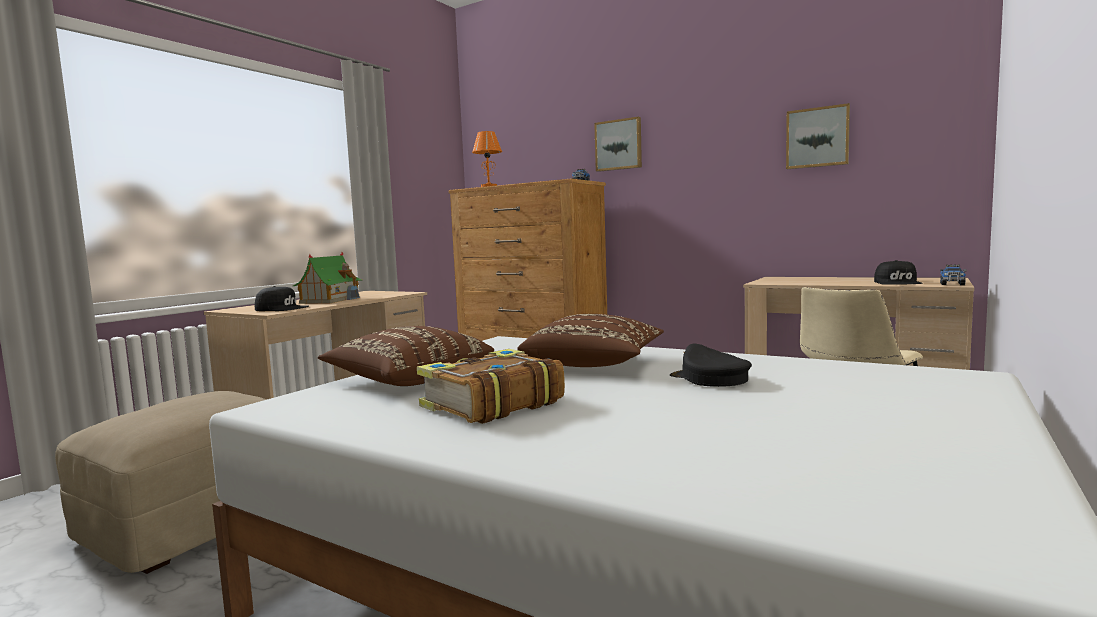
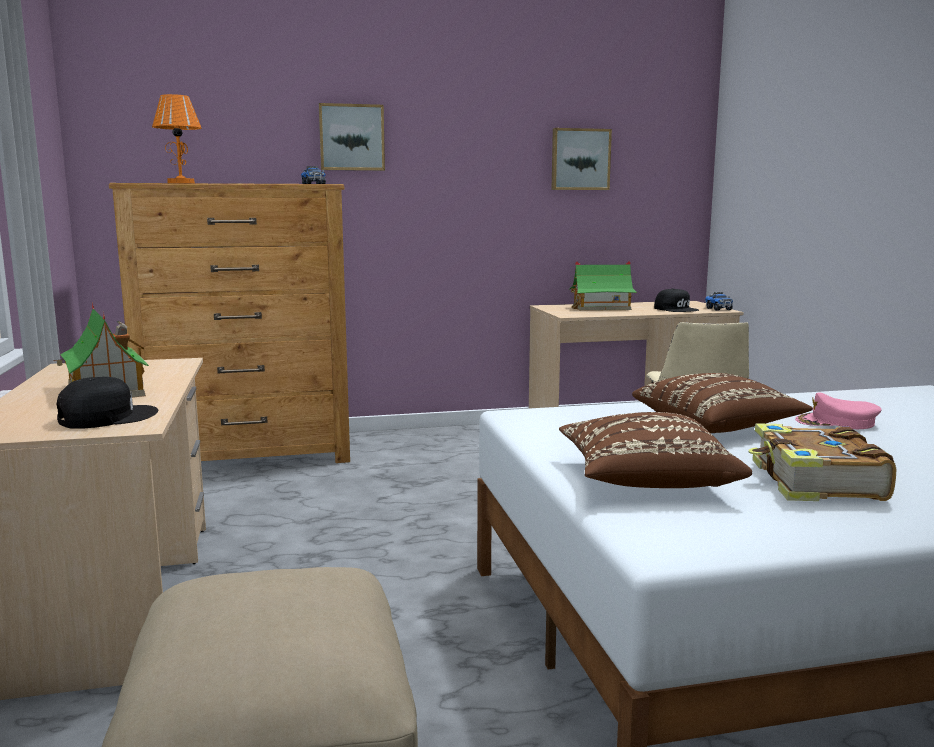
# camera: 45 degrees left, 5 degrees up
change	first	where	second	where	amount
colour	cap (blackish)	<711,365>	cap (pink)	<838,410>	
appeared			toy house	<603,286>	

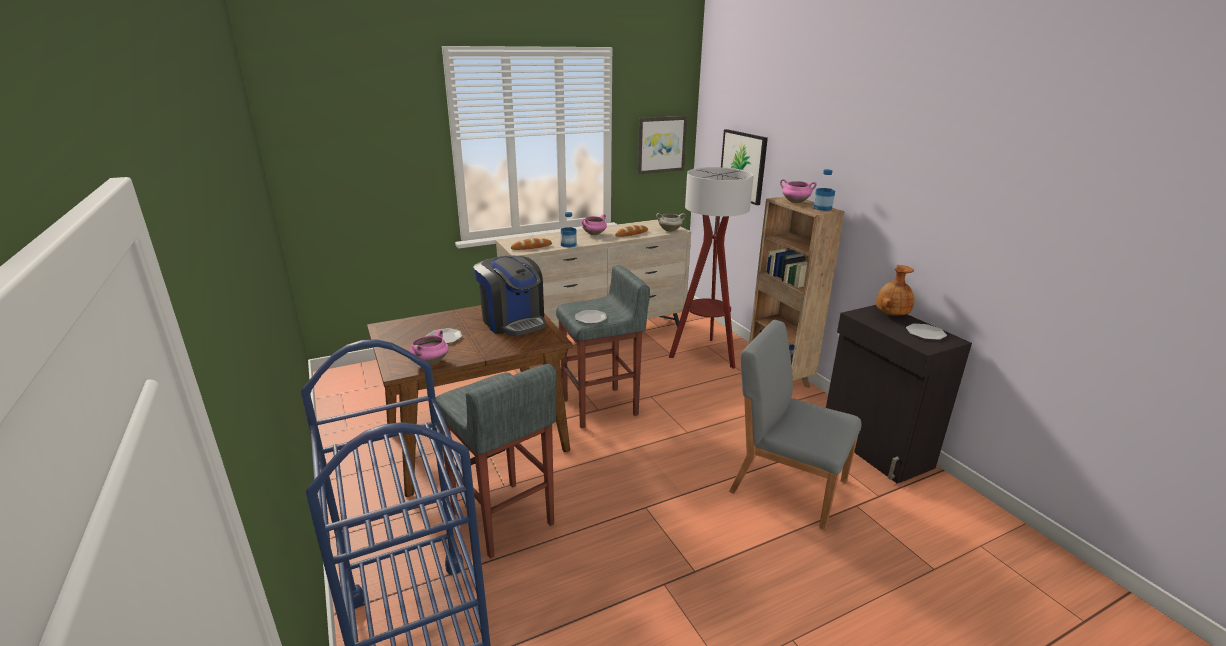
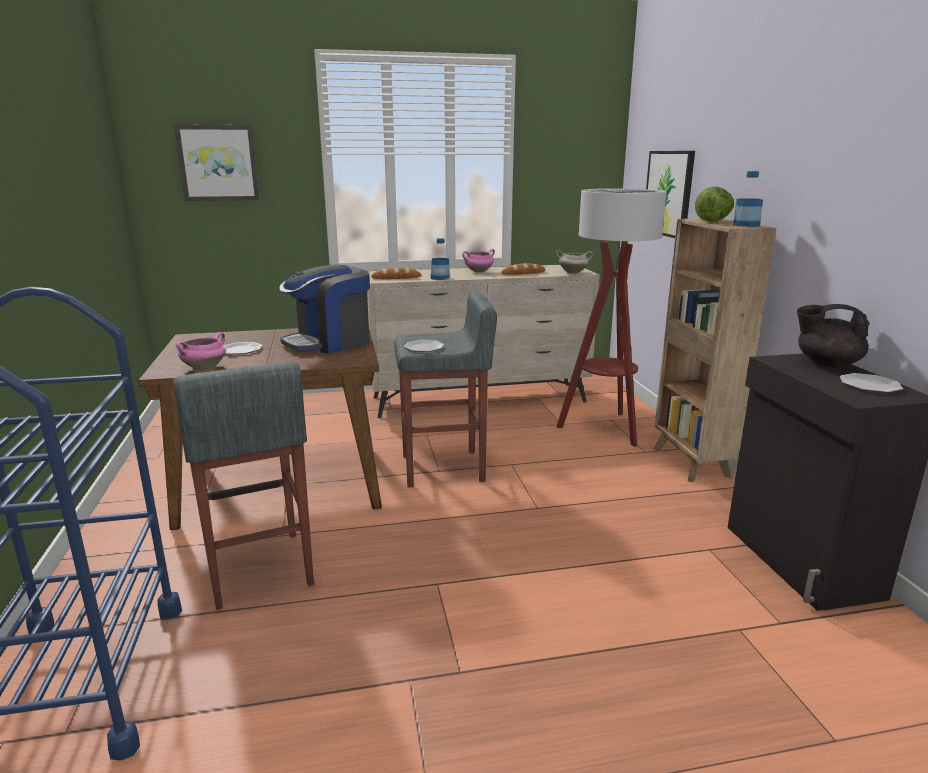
# camera: 15 degrees right, 5 degrees down
change	first	where	second	where	amount
relocated	picture	<662,145>		<217,162>	
exchanged	stockpot (pink)	<798,191>	lettuce head	<714,204>	
spun	coffee brewer	<509,296>		<324,309>	75 degrees clockwise
exchanged	flower vase (brown-coloured)	<895,290>	teapot (blackish)	<833,336>	
missing	chair (greyish)	<795,425>			

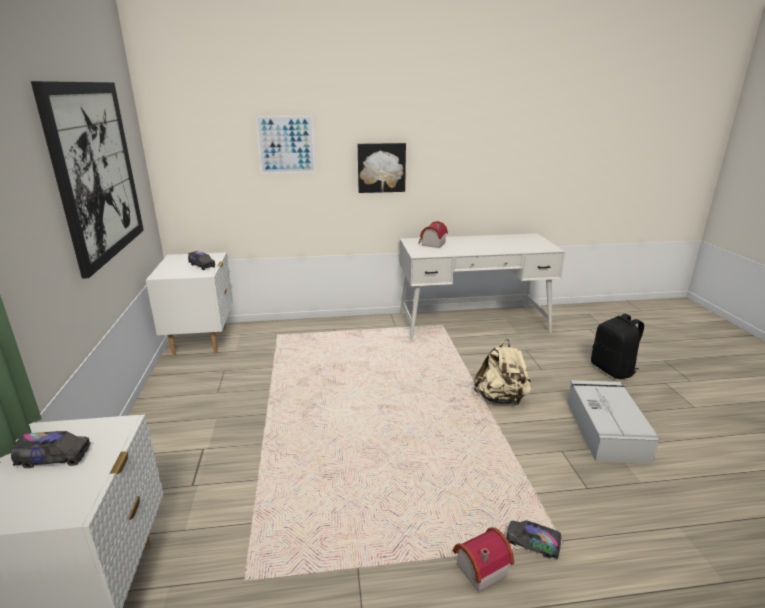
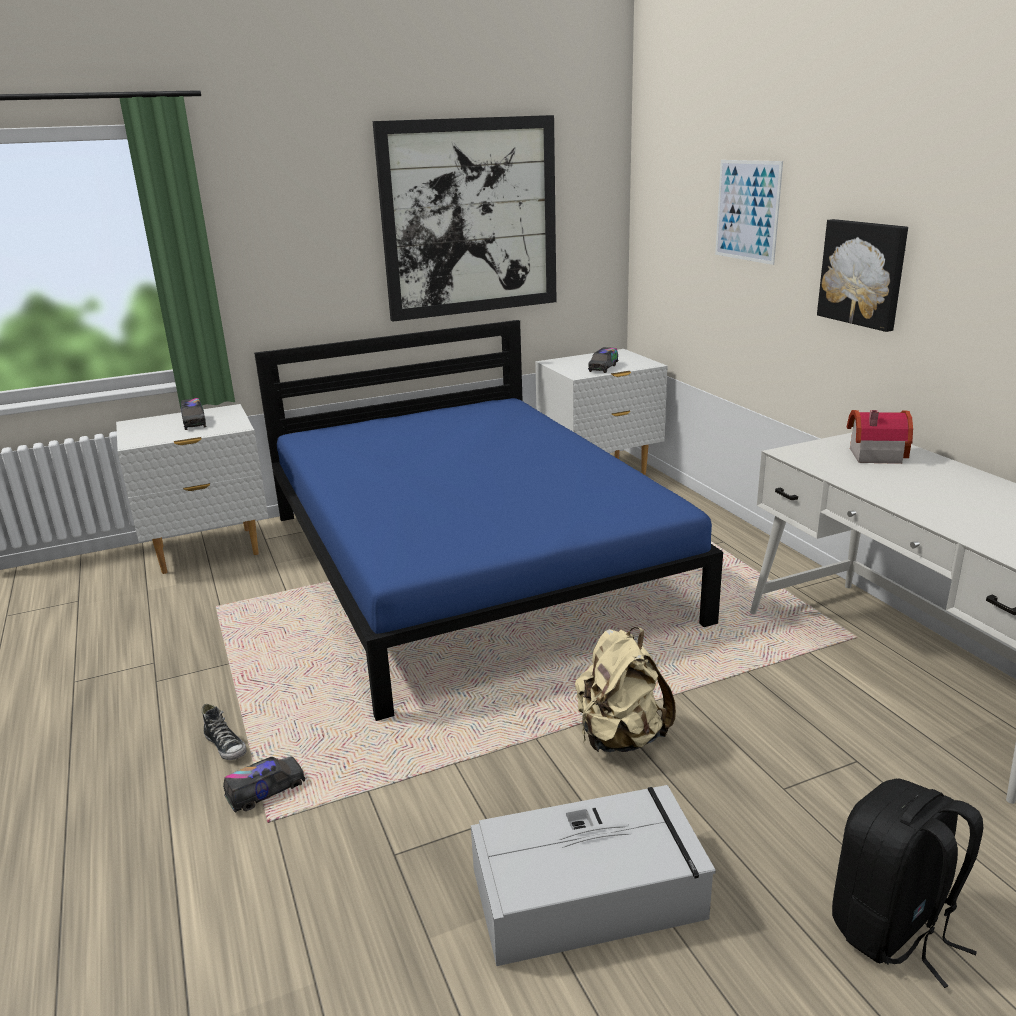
# camera: 75 degrees right, 0 degrees up
change	first	where	second	where	amount
spun	model truck	<533,539>		<264,784>	45 degrees clockwise
exchanged	toy house	<483,560>	item of footwear	<224,732>	
appeared			bedroom bed (bluish)	<488,520>	

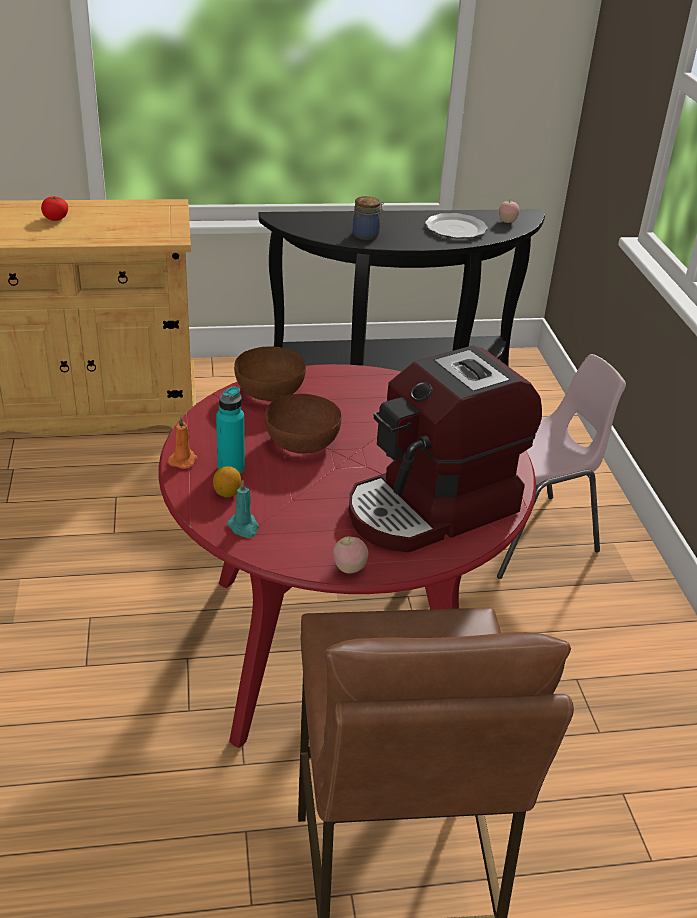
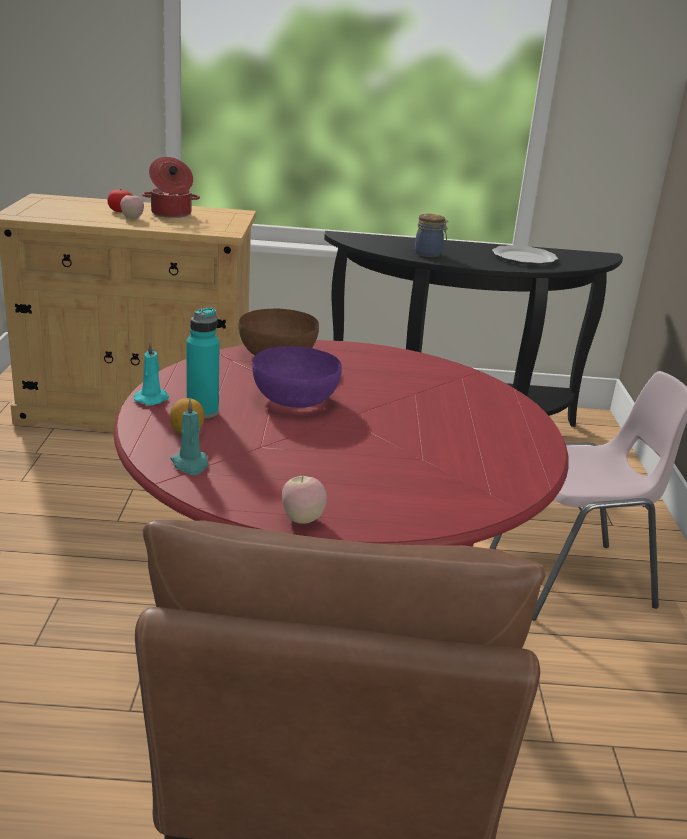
# camera: 10 degrees right, 10 degrees down
change	first	where	second	where	amount
relocated	apple fruit	<509,212>		<132,207>	
missing	coffee brewer	<445,449>			
colour	deep dish (brown-coloured)	<303,424>	deep dish (purplish)	<297,377>	
colour	candle (orange-coloured)	<183,442>	candle (turquoise-coloured)	<151,373>	
appeared			stockpot	<171,187>	

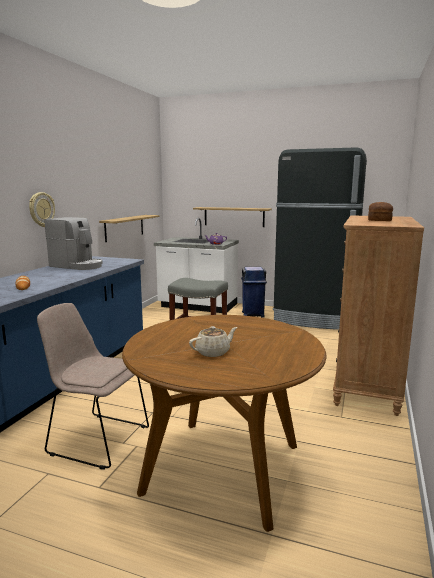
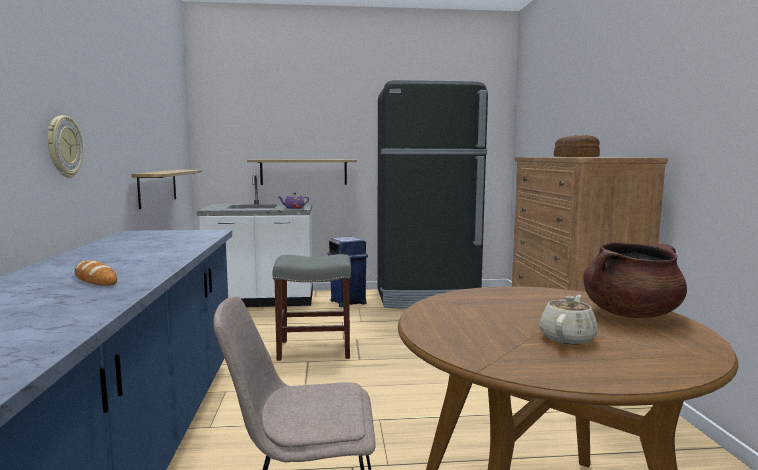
# camera: 25 degrees left, 5 degrees down
change	first	where	second	where	amount
missing	coffee brewer	<73,243>			
appeared			stockpot (brown-coloured)	<635,280>	

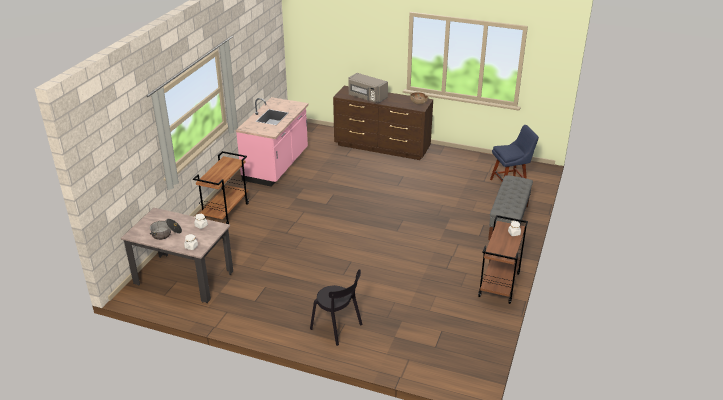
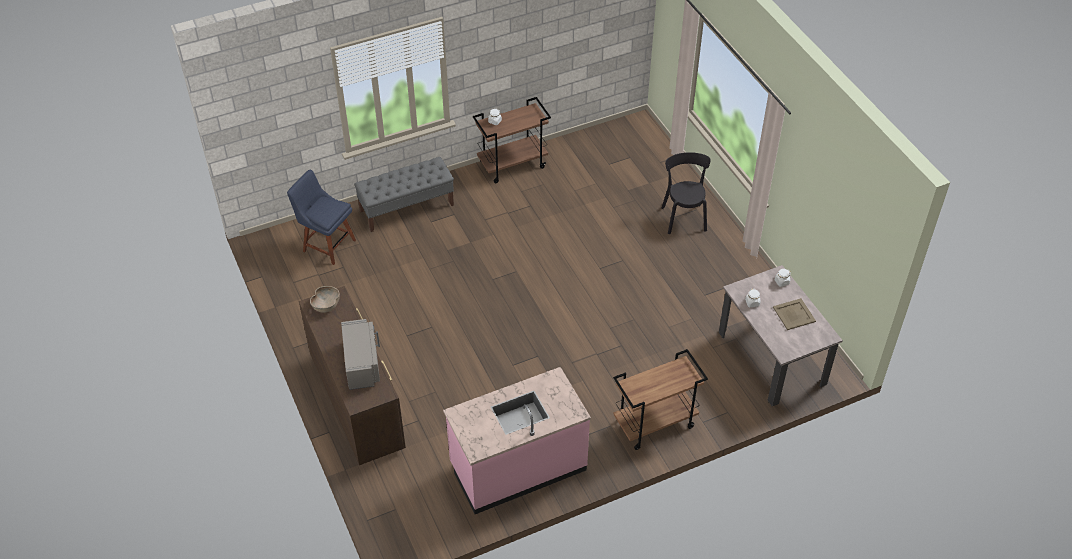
# camera: 135 degrees left, 15 degrees up
change	first	where	second	where	amount
exchanged	stockpot	<166,229>	serving tray (beige)	<794,314>	

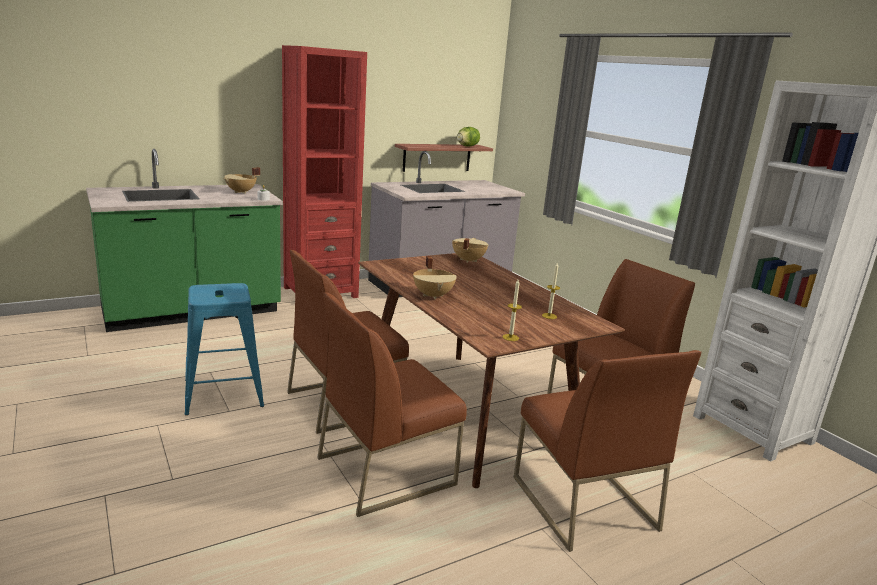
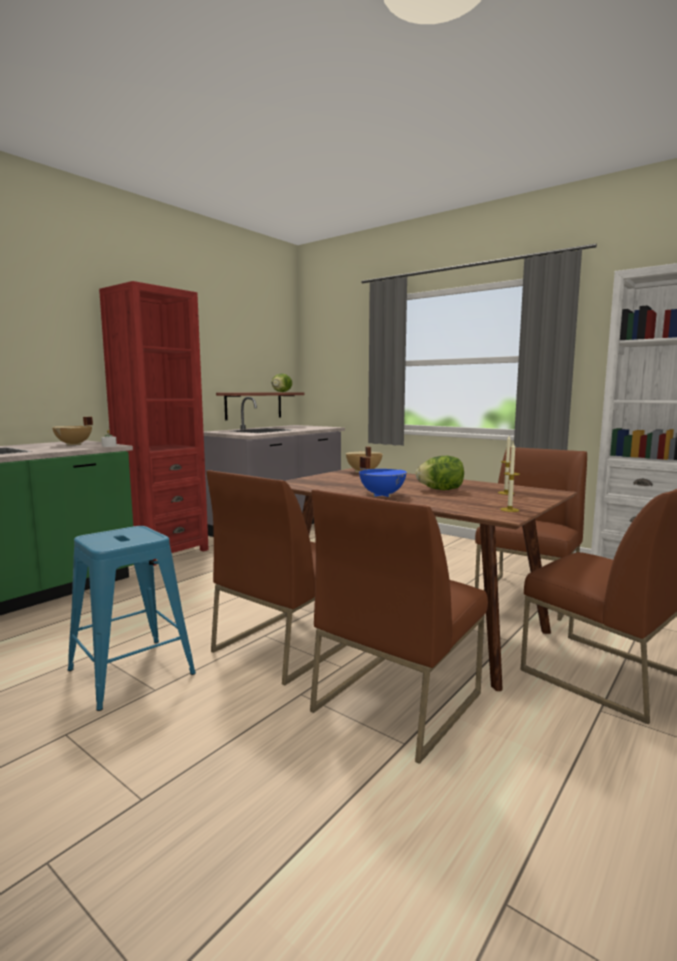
# camera: 20 degrees left, 10 degrees down
change	first	where	second	where	amount
colour	stockpot (beige)	<435,278>	stockpot (bluish)	<383,476>	
appeared			lettuce head	<440,473>	

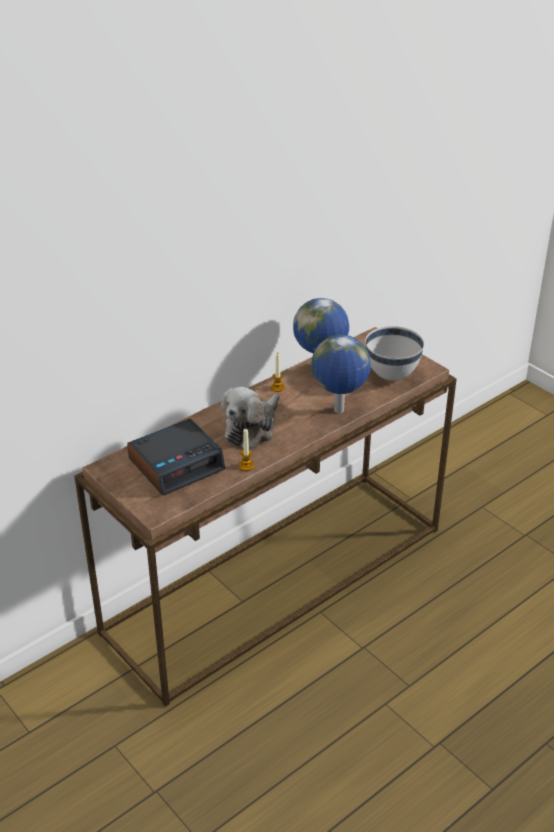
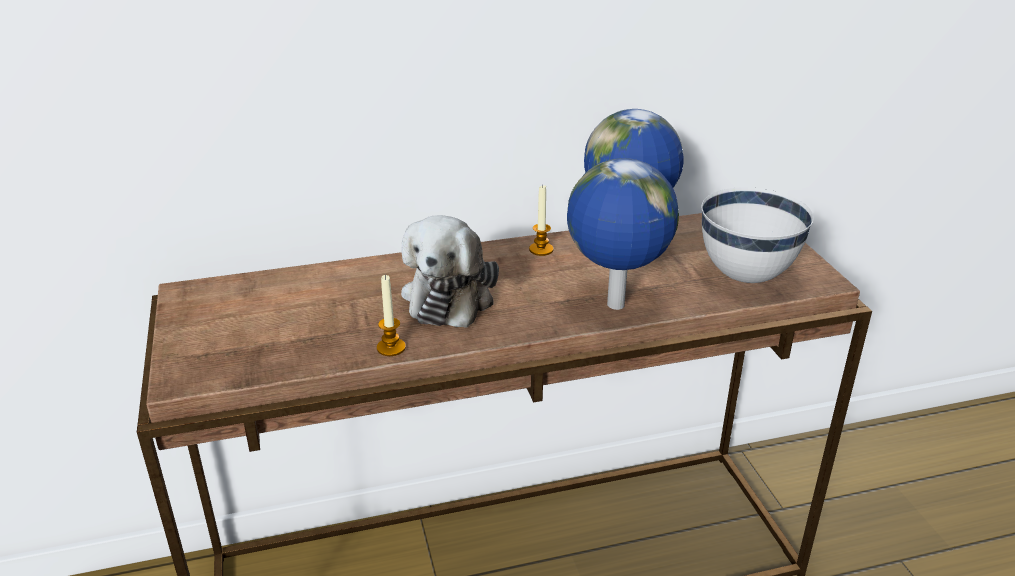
# camera: 25 degrees right, 5 degrees down
change	first	where	second	where	amount
spun	cuddly toy	<250,418>		<450,271>	45 degrees counterclockwise
missing	bedside clock	<176,457>			

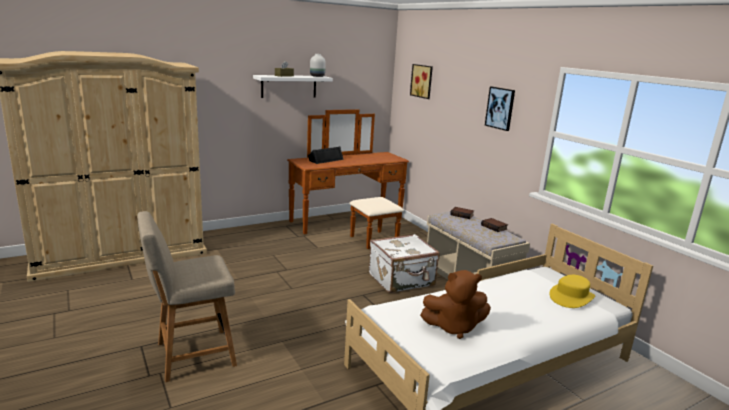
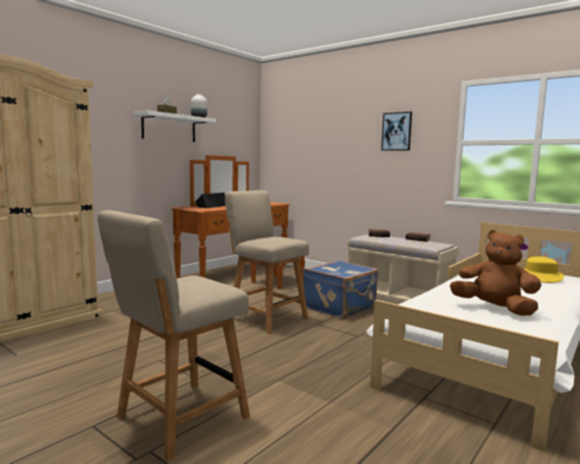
# camera: 20 degrees left, 10 degrees down
change	first	where	second	where	amount
missing	picture	<421,81>			
colour	piece of luggage (white)	<404,263>	piece of luggage (bluish)	<340,289>	
spun	cuddly toy (brown-coloured)	<455,304>		<496,273>	120 degrees counterclockwise
appeared			chair (beige)	<267,262>	

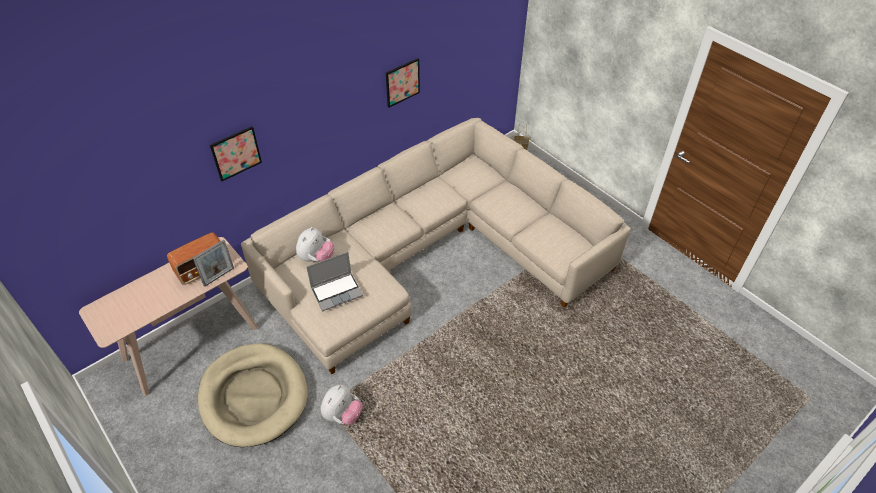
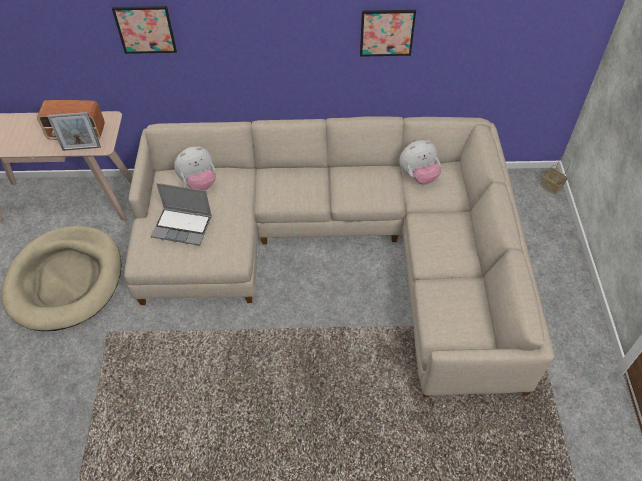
# camera: 40 degrees right, 5 degrees up
change	first	where	second	where	amount
relocated	cuddly toy	<342,404>		<420,162>	

